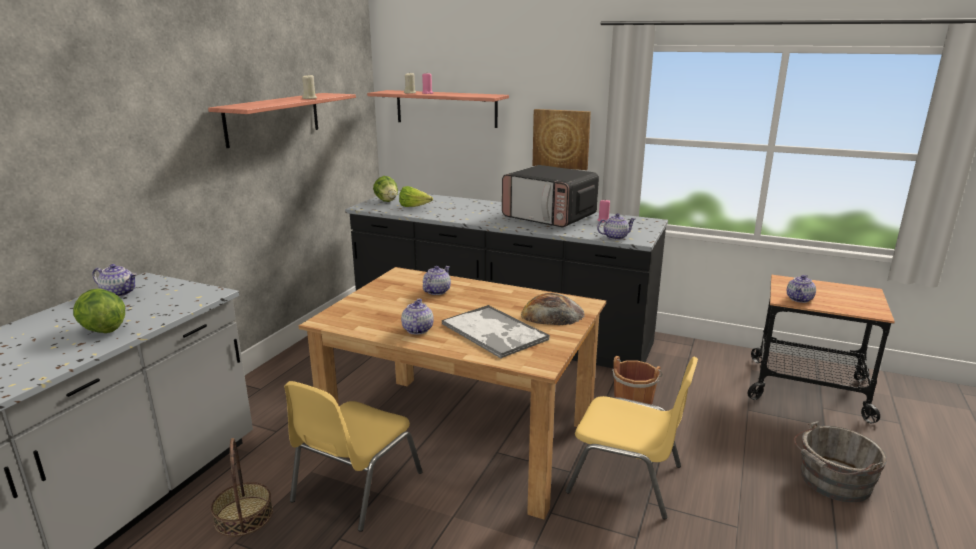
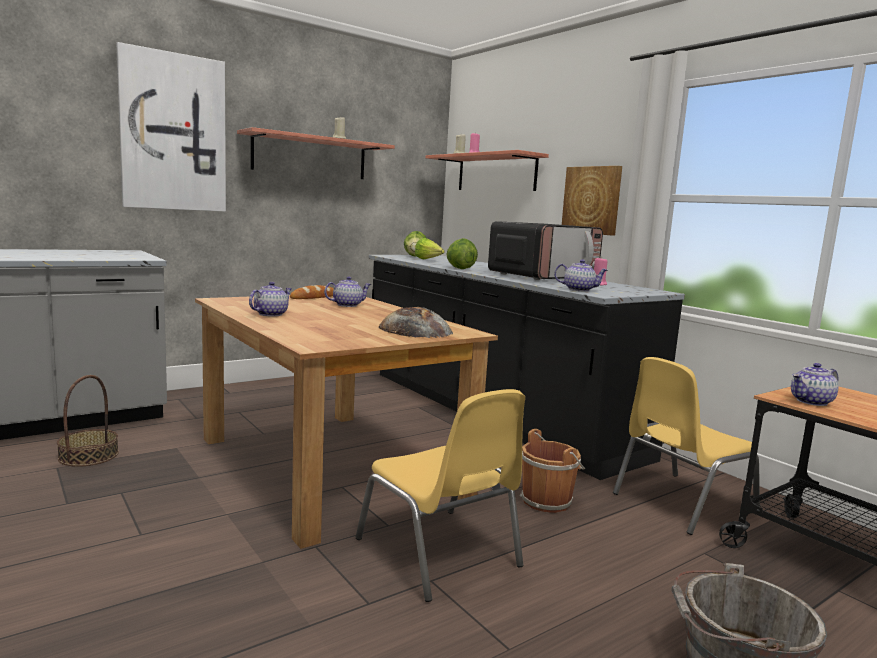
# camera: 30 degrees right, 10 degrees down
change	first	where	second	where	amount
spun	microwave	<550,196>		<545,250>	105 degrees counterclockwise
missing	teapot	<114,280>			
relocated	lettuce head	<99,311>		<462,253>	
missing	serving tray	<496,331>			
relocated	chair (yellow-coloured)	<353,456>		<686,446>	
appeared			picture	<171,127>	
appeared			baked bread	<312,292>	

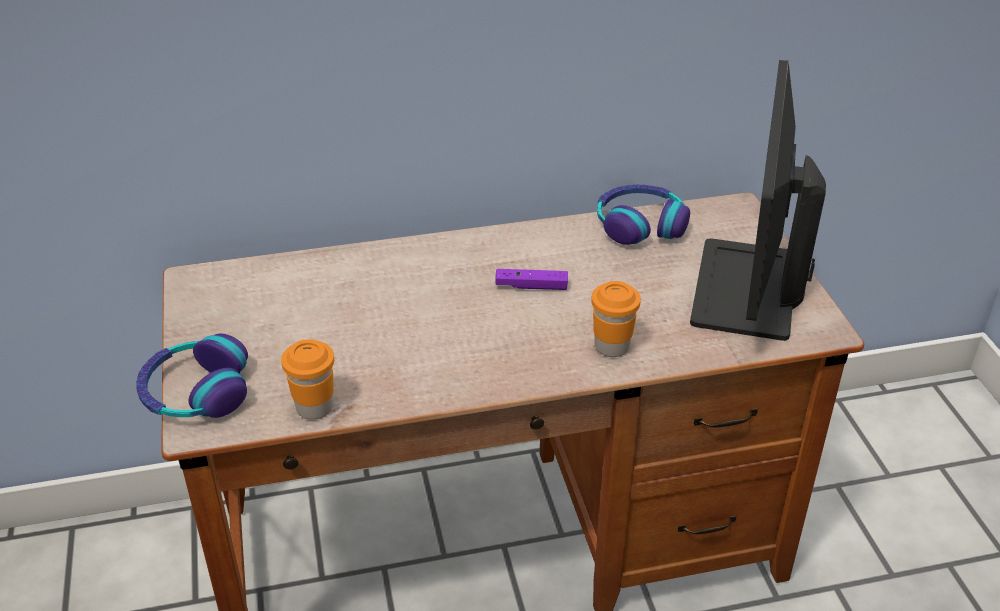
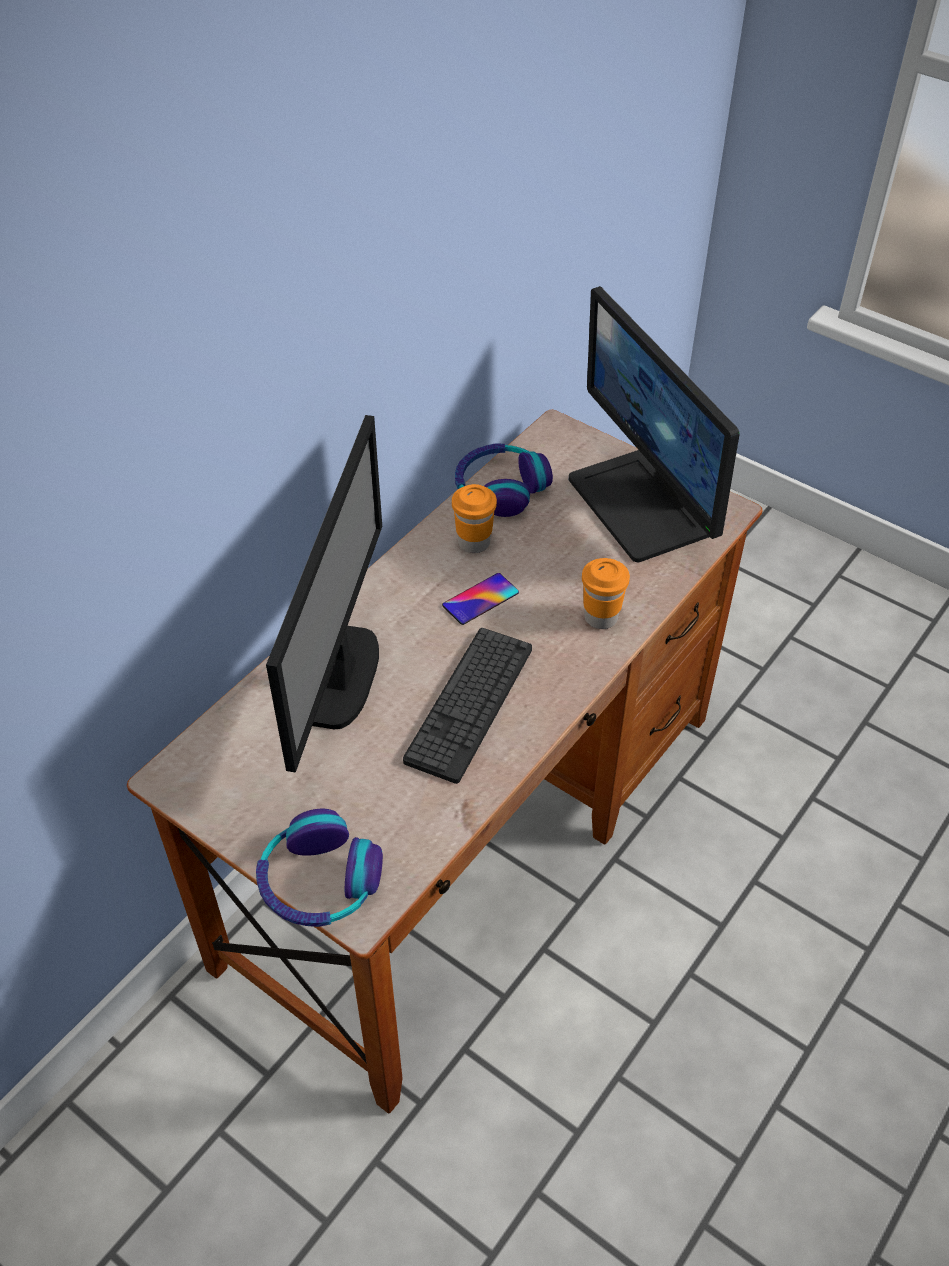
# camera: 40 degrees left, 10 degrees up
change	first	where	second	where	amount
exchanged	gamepad (purplish)	<531,279>	handset	<480,599>	
relocated	cup (orange-coloured)	<307,379>		<474,518>	
appeared			computer display	<324,594>	
appeared			PC keyboard	<467,706>	

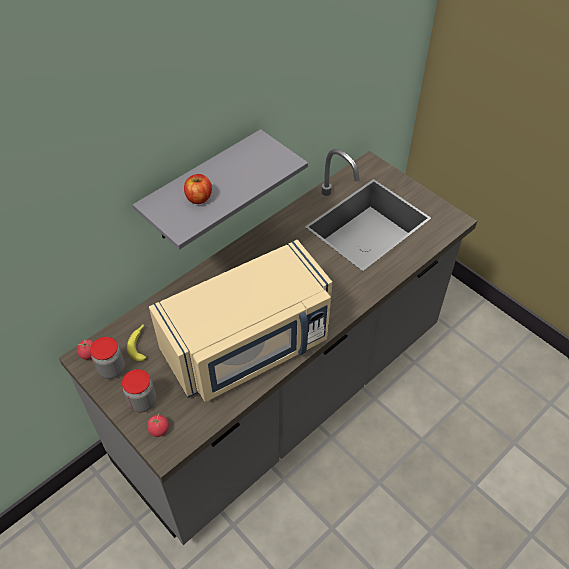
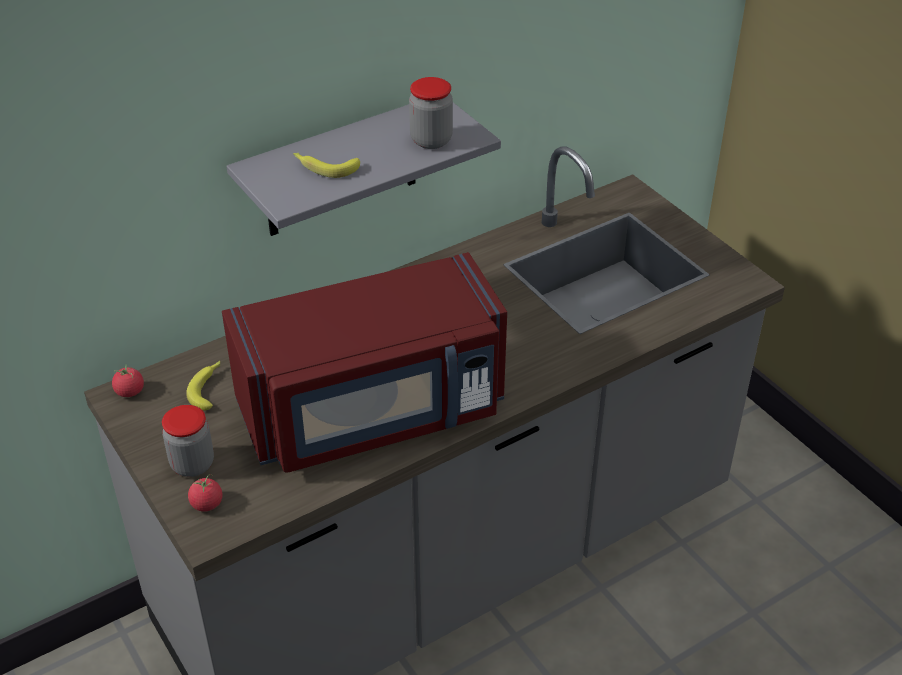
# camera: 10 degrees right, 10 degrees down
change	first	where	second	where	amount
exchanged	apple fruit	<198,189>	banana fruit	<326,165>	
colour	microwave (beige)	<240,321>	microwave (red-coloured)	<364,362>	
relocated	storage jar	<107,358>		<431,113>	

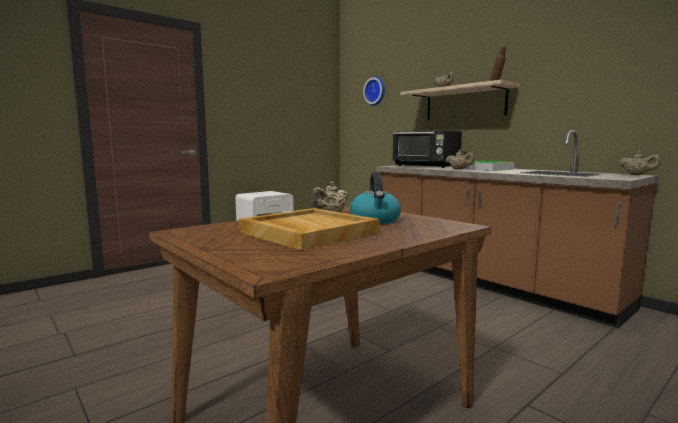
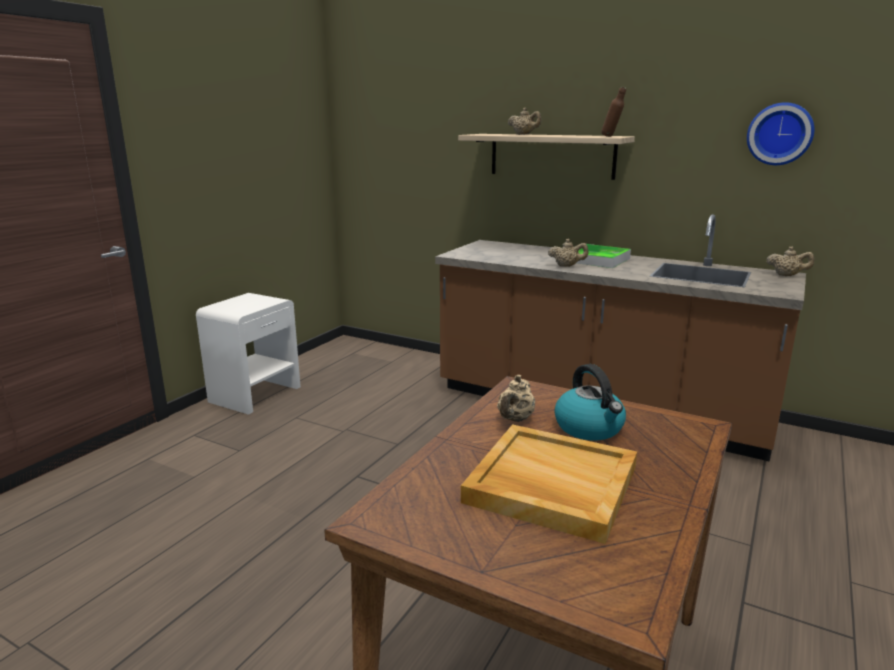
# camera: 20 degrees left, 10 degrees up
change	first	where	second	where	amount
relocated	hanging clock	<374,91>		<780,133>	
missing	microwave (blackish)	<427,149>			

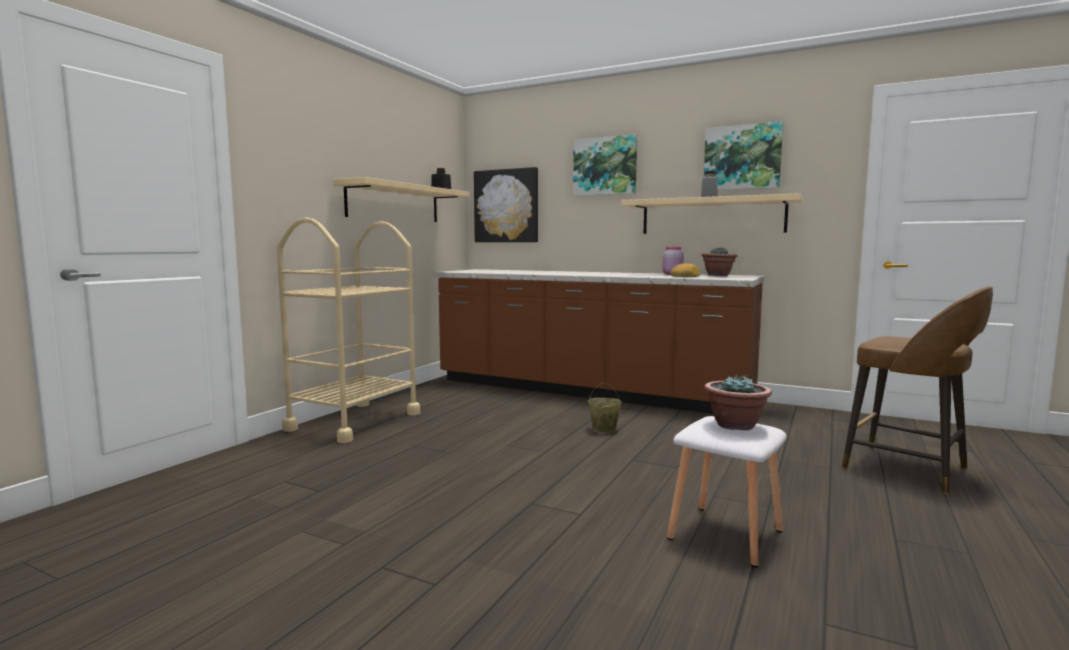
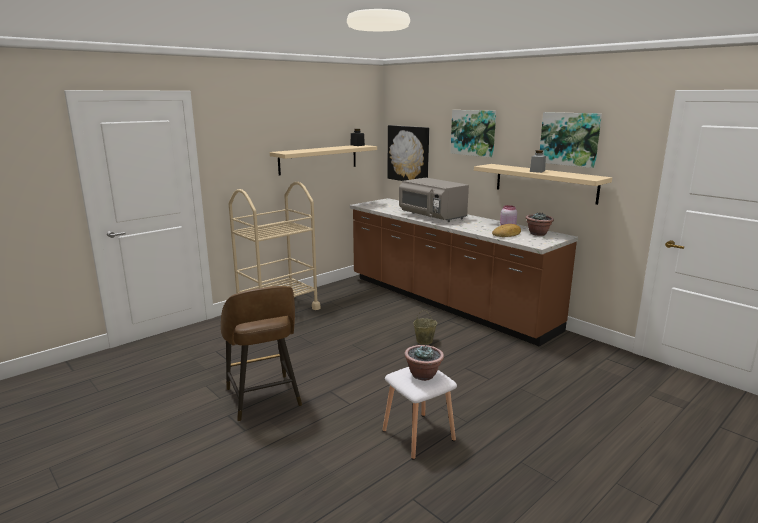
# camera: 20 degrees right, 10 degrees up
change	first	where	second	where	amount
relocated	stool (brown-coloured)	<917,390>		<261,353>	
appeared			microwave (greyish)	<434,200>	

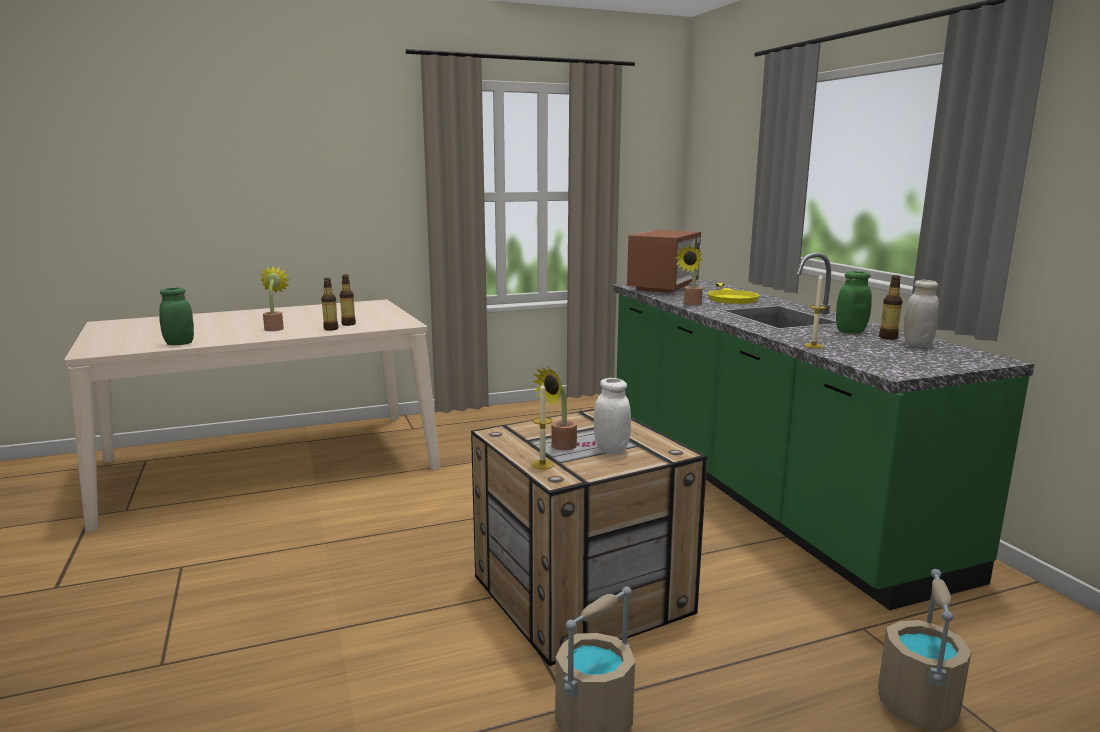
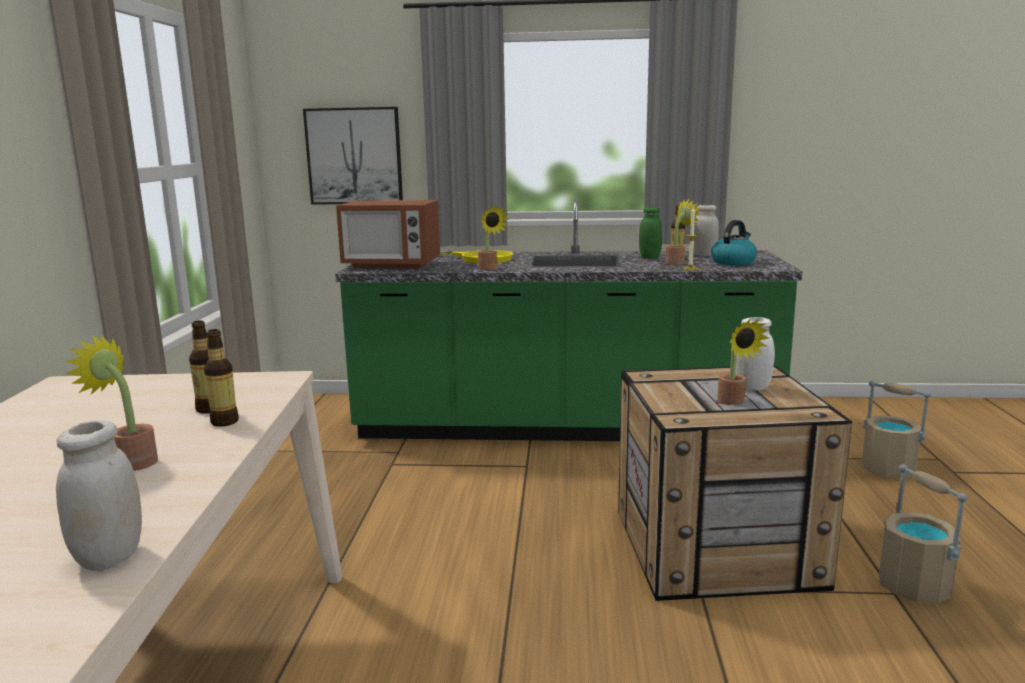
# camera: 65 degrees left, 0 degrees up
change	first	where	second	where	amount
spun	microwave	<664,261>		<388,234>	135 degrees clockwise
colour	storage jar (green-coloured)	<176,316>	storage jar (white)	<99,495>	
missing	candle	<542,426>			
appeared			picture	<353,156>	
appeared			potted plant	<683,232>	
appeared			water kettle	<734,243>	

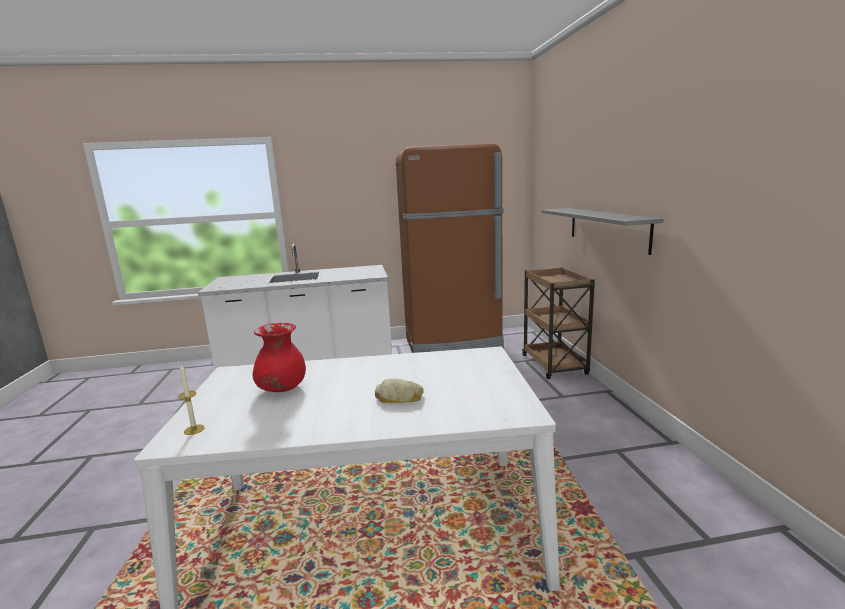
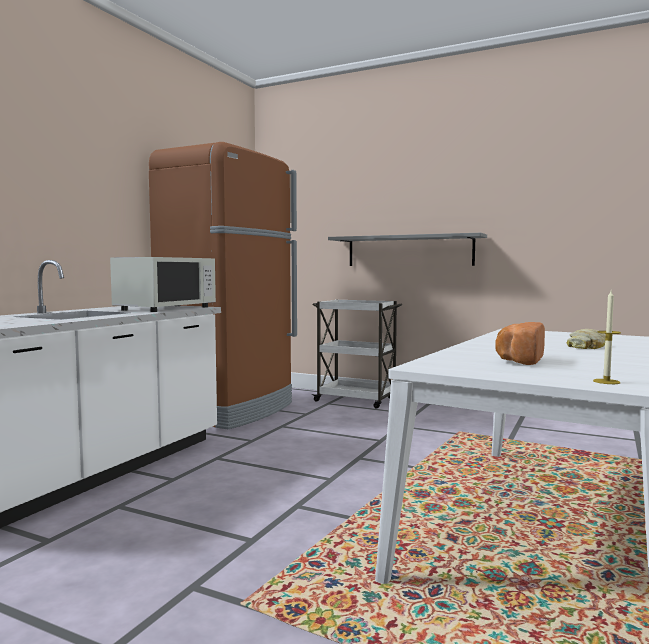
# camera: 55 degrees left, 10 degrees down
change	first	where	second	where	amount
colour	wheeled cart (brown-coloured)	<558,323>	wheeled cart (white)	<357,354>	
exchanged	flower vase (red-coloured)	<279,357>	baked bread	<520,343>	
appeared			microwave (white)	<163,284>	

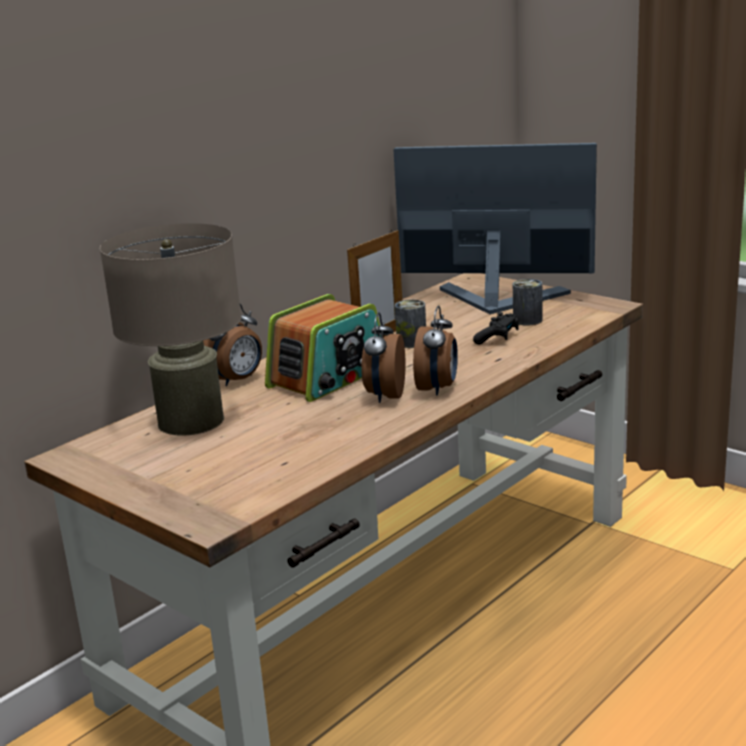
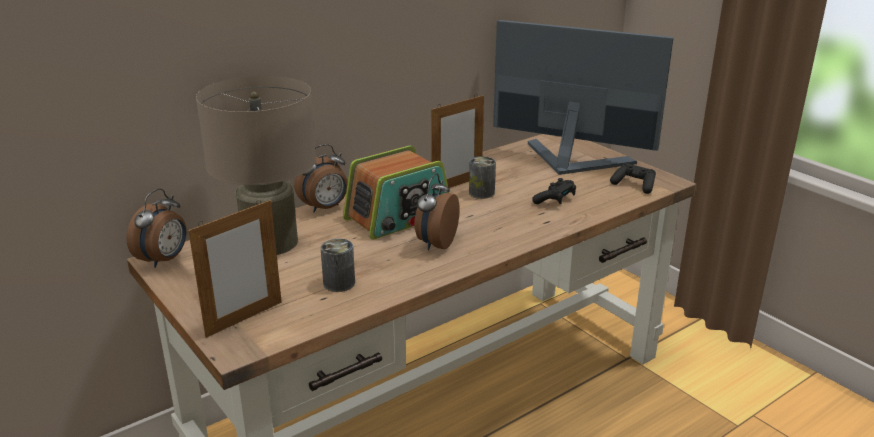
# camera: 10 degrees right, 5 degrees up
change	first	where	second	where	amount
relocated	can	<527,302>		<338,265>	
relocated	bedside clock	<435,351>		<156,228>	
appeared			gamepad (blackish)	<633,178>	
appeared			picture frame	<235,269>	

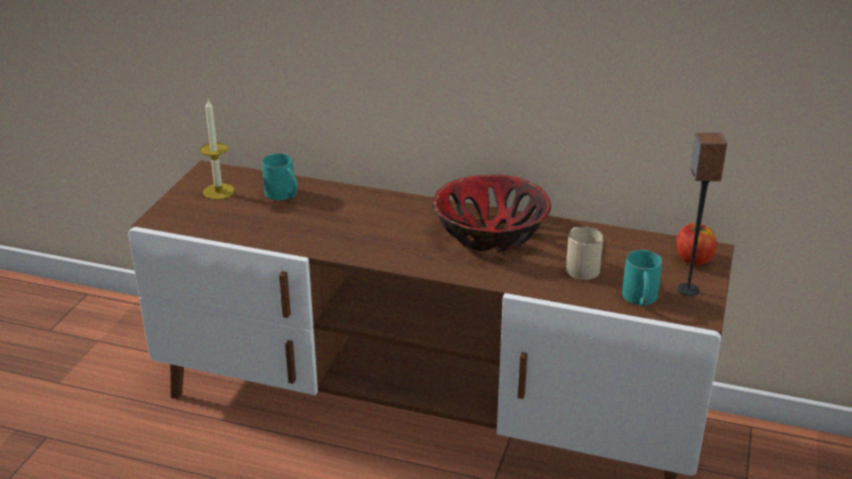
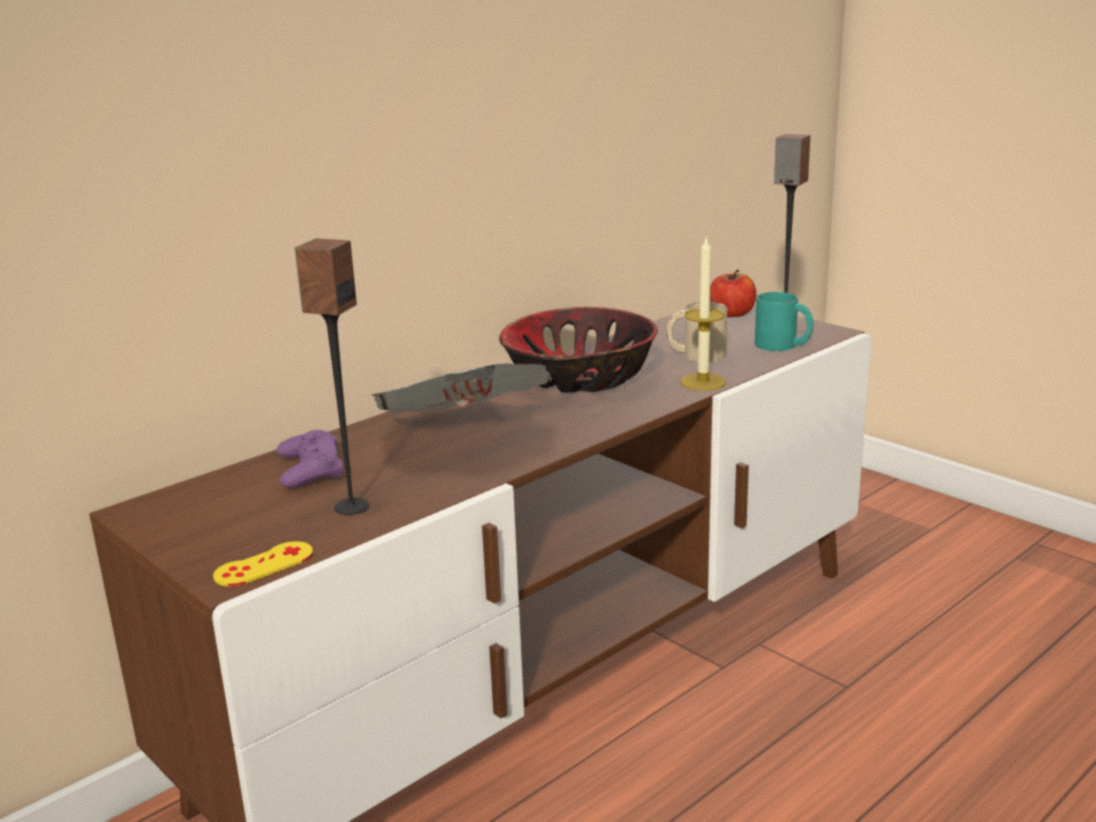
# camera: 60 degrees left, 10 degrees down
change	first	where	second	where	amount
relocated	candle	<217,149>		<703,314>	
exchanged	mug (turquoise-coloured)	<280,176>	gamepad (purplish)	<309,459>	
appeared			loudspeaker	<332,377>	
appeared			printed paper	<462,388>	
appeared			gamepad (yellow-coloured)	<263,563>	

